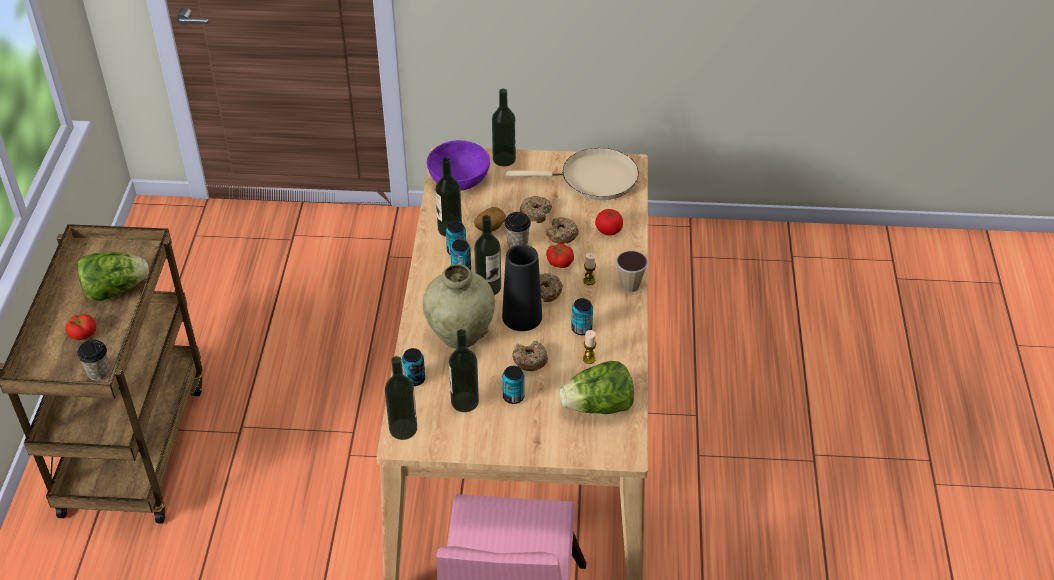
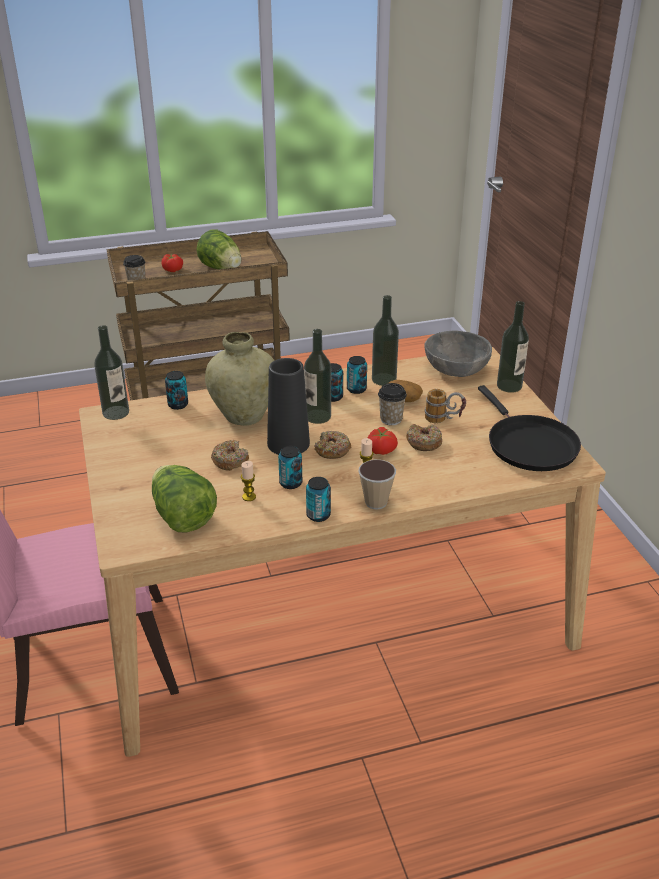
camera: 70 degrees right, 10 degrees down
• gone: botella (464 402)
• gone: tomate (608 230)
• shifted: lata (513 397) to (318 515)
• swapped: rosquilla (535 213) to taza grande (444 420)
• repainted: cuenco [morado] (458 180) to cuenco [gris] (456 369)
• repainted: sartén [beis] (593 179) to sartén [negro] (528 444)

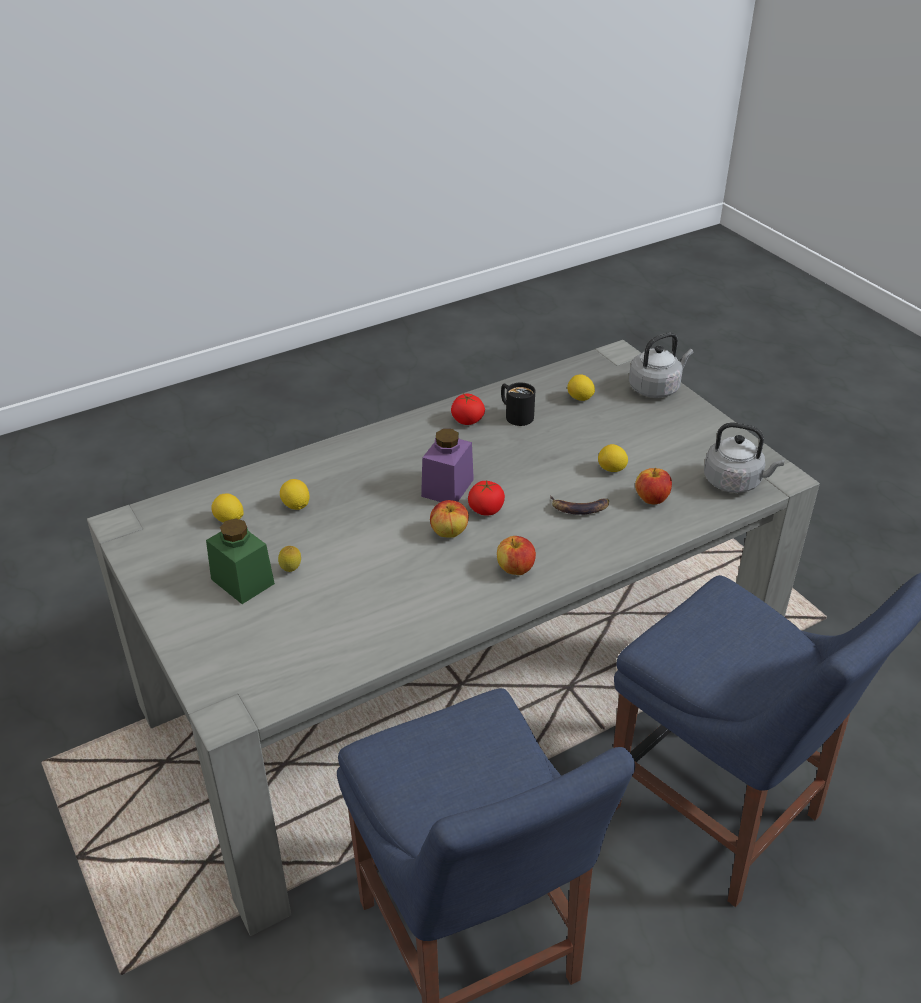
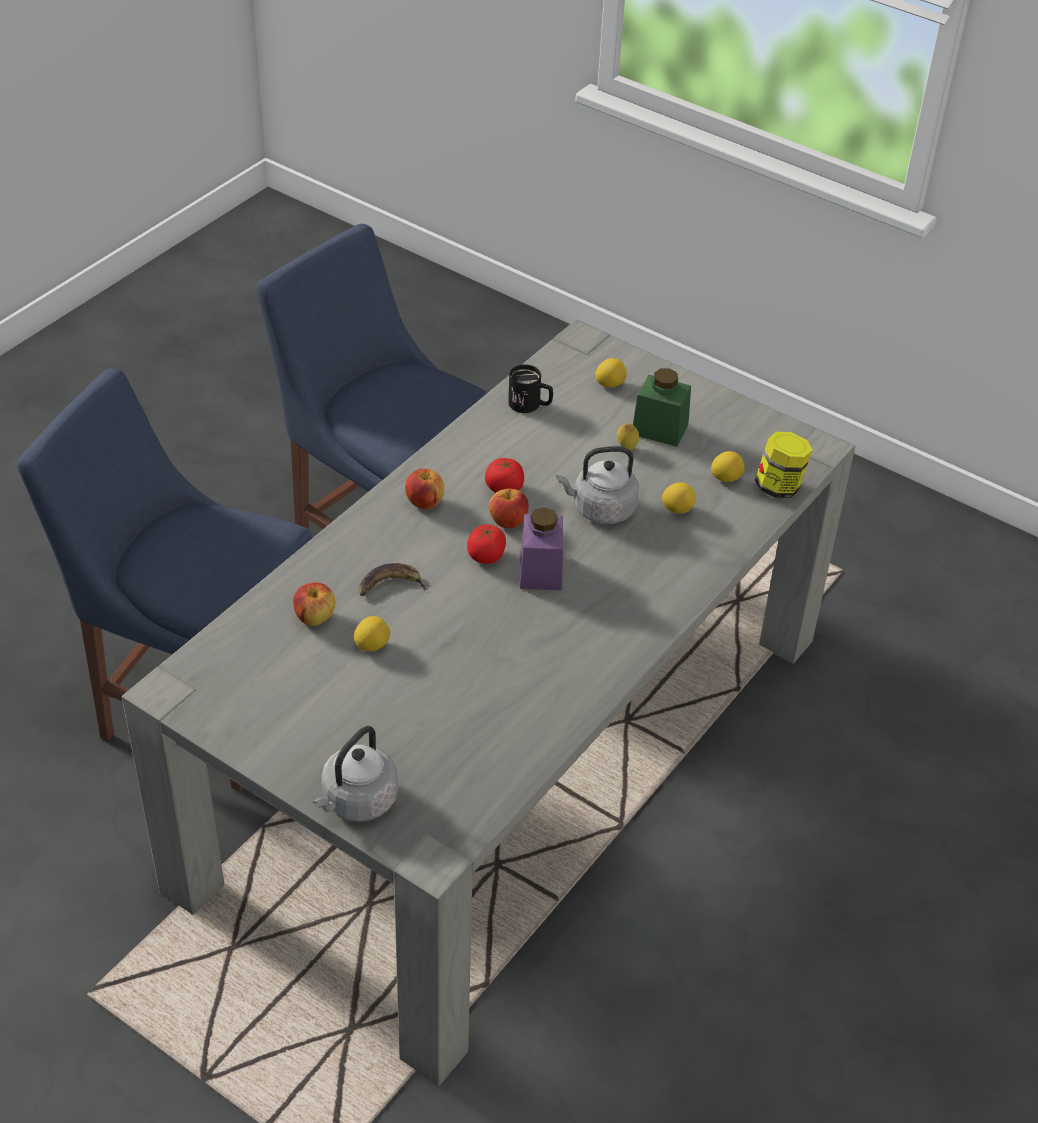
camera: 155 degrees right, 5 degrees up
• new: tarro (779 487)
• shifted: tomate (467 420) to (504 488)
• shifted: taza grande [negro] (515 415) to (530 405)
• shifted: limón (580 398) to (610 384)
• shifted: hervidor [gris] (735 482) to (600 509)

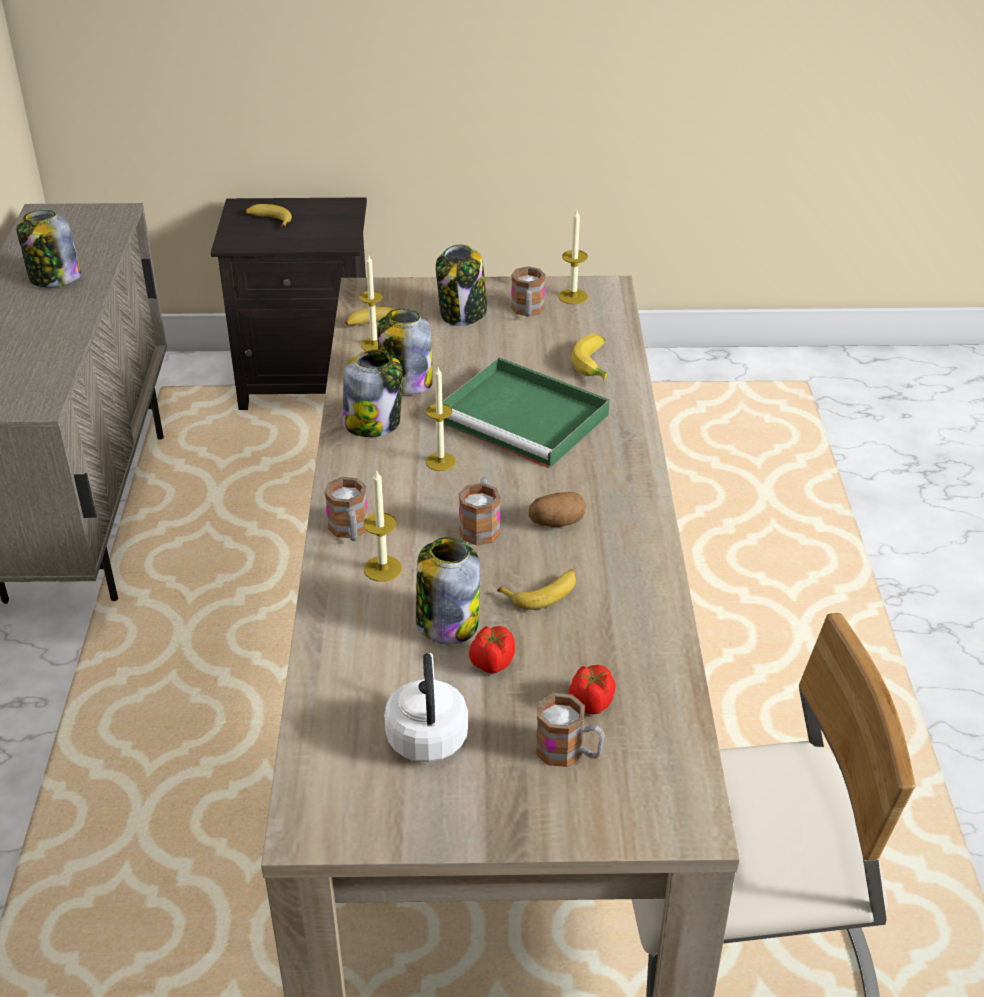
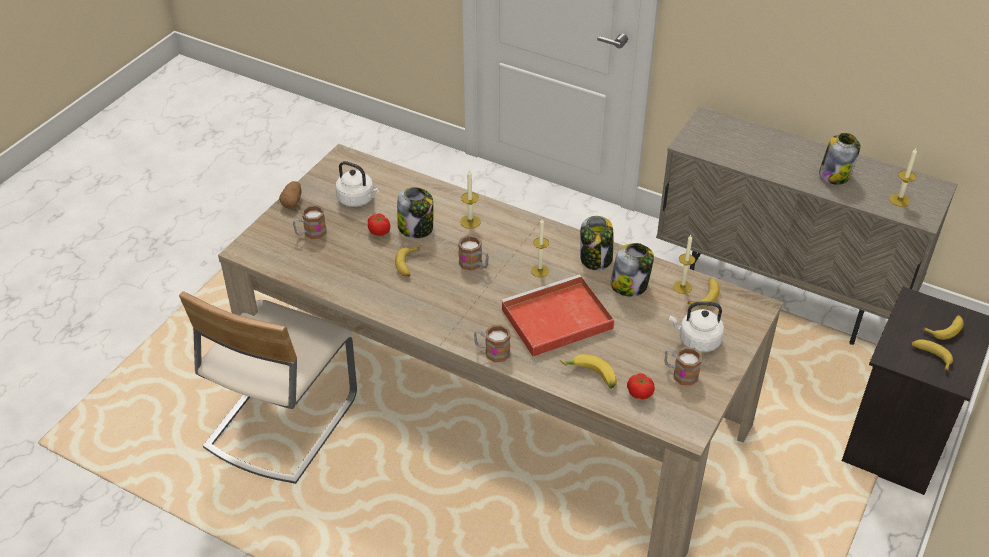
camera: 120 degrees right, 5 degrees up
• new: plátano (930 356)
• shifted: taza grande (350 531) to (492 352)
• shifted: patata (557 522) to (292 202)
• shifted: vela (573 296) to (899 200)
• shifted: tomate (590 703) to (639 393)
• swapped: tarro (463 313) to hervidor [blanco] (697 341)
• repainted: bandeja [verde] (526 419) to bandeja [rojo] (555 320)

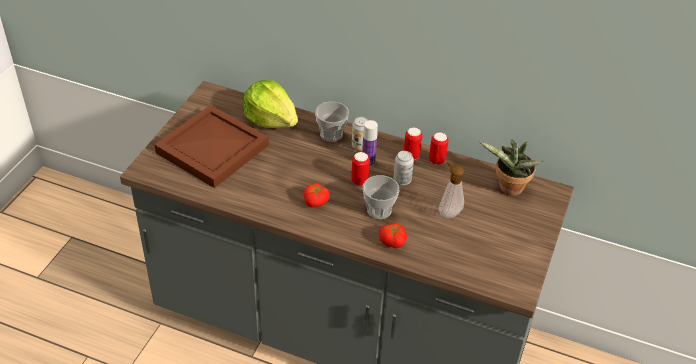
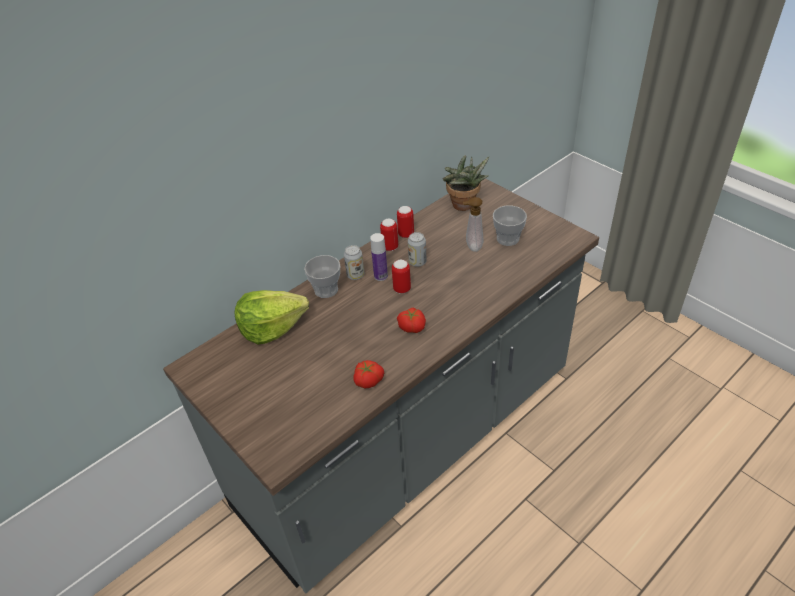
camera: 60 degrees left, 0 degrees up
• gone: bandeja [marrón] (212 150)
• shifted: taza (379 210) to (507 239)
• shifted: tomate (393 241) to (368 380)

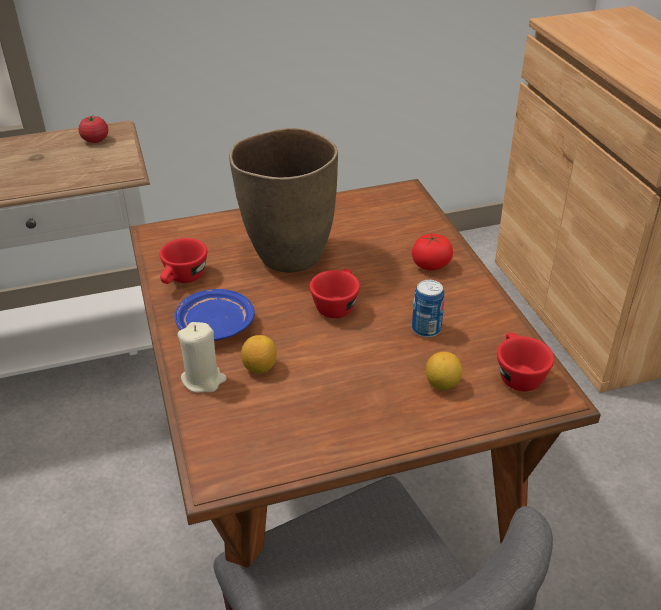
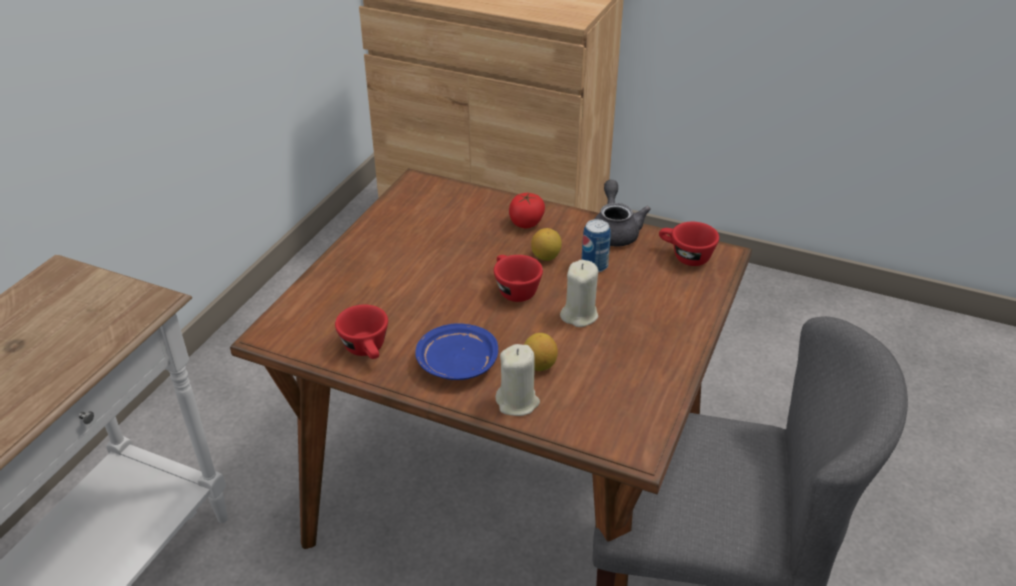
camera: 50 degrees left, 0 degrees up
• gone: tomate (95 140)
• gone: florero [marrón] (288 256)
• new: vela [beis] (579 315)
• new: tetera [gris] (615 231)
• shifted: limón (442 384) to (546 257)

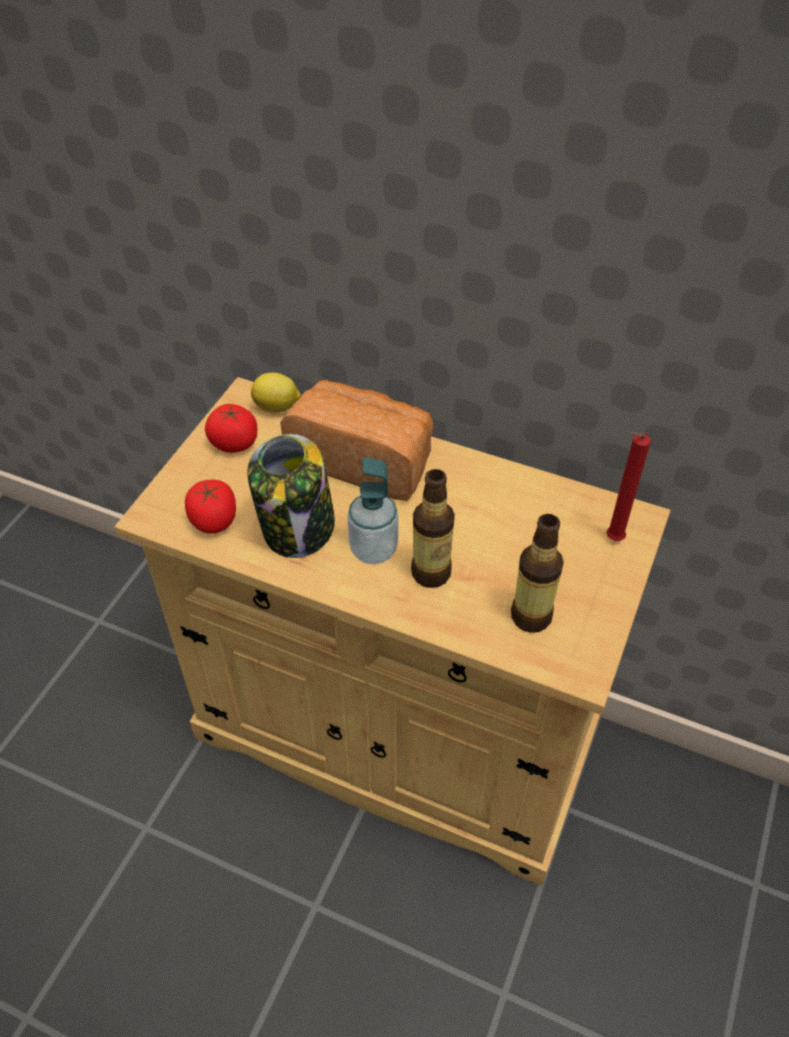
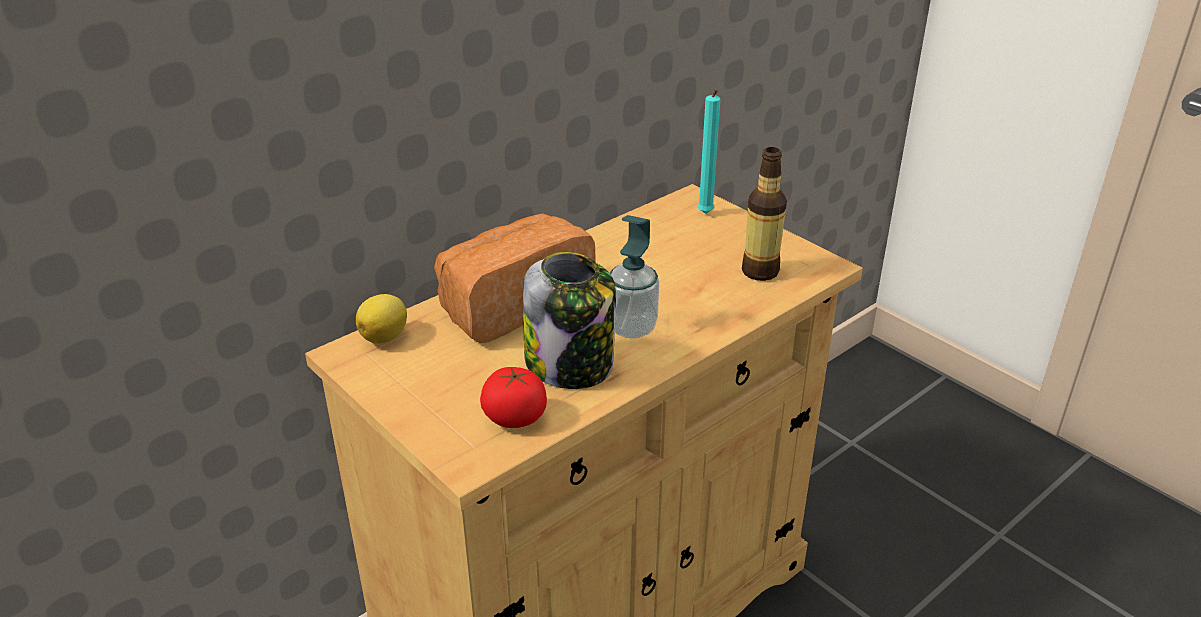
camera: 65 degrees left, 15 degrees down
• gone: tomate (234 443)
• gone: botella (431 573)
• repainted: vela [rojo] (611 540) to vela [turquesa] (705 215)

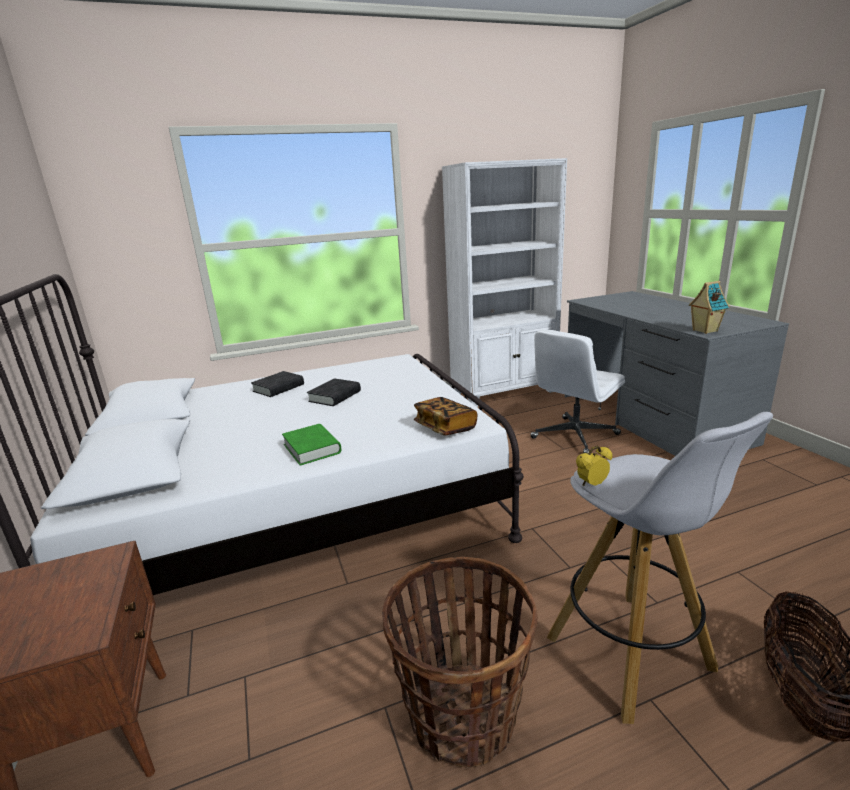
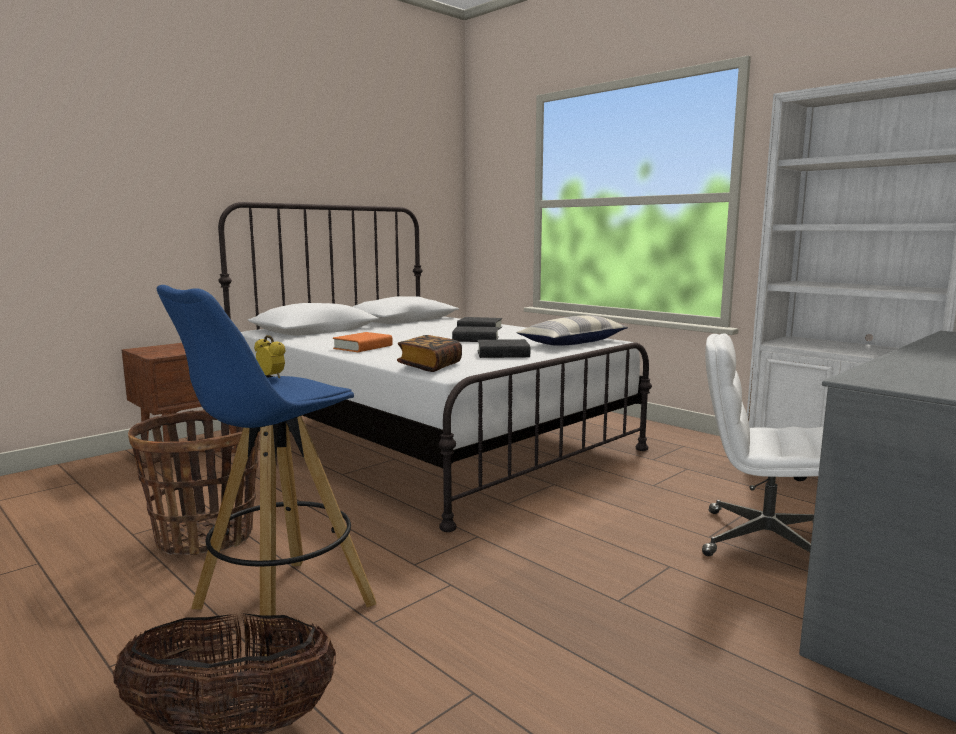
camera: 65 degrees right, 10 degrees down
• gone: casita (704 331)
• new: libro [negro] (503 354)
• new: cojín (573 342)
• repainted: libro [verde] (312 448) to libro [naranja] (363 347)
• repainted: taburete [blanco] (631 655) to taburete [azul] (281 607)

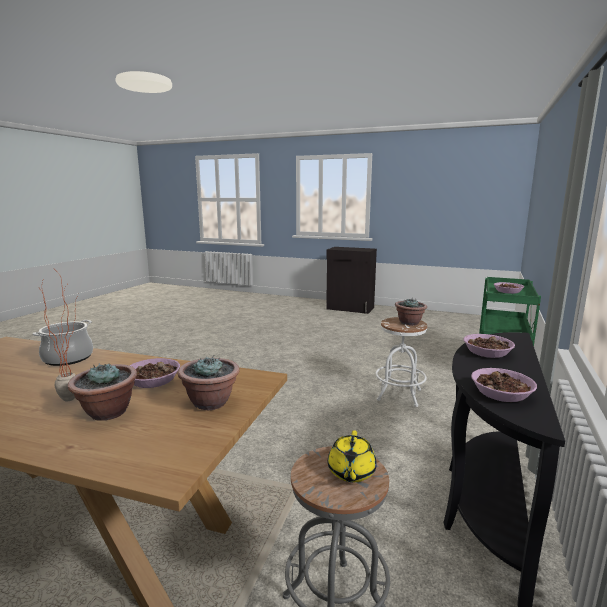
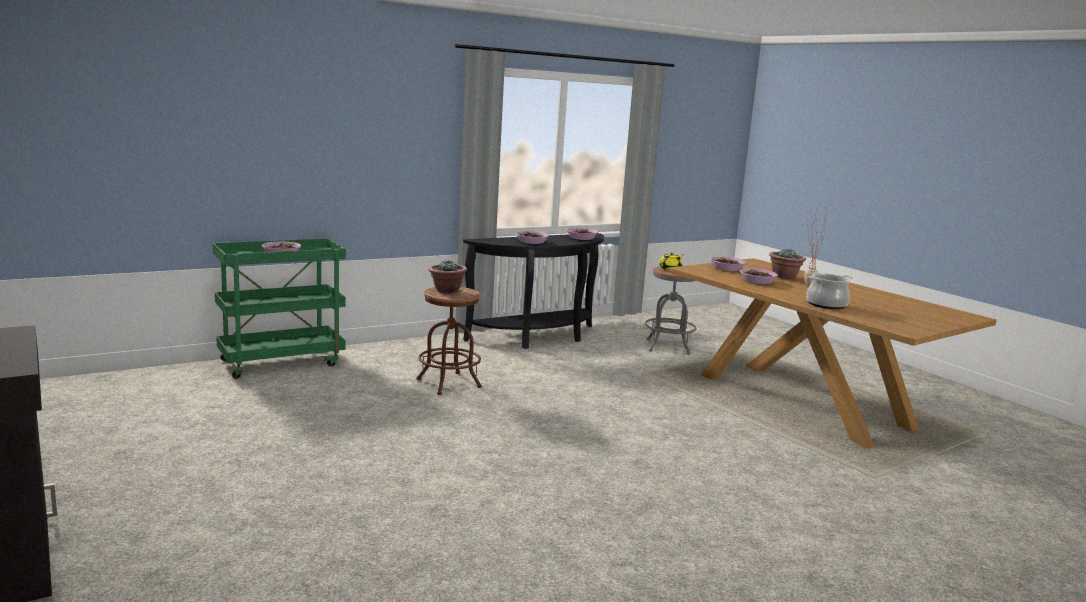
camera: 145 degrees left, 0 degrees up
• swapped: planta en maceta (211 402) to cuenco (726 268)
• repainted: taburete [blanco] (399 395) to taburete [marrón] (448 383)

